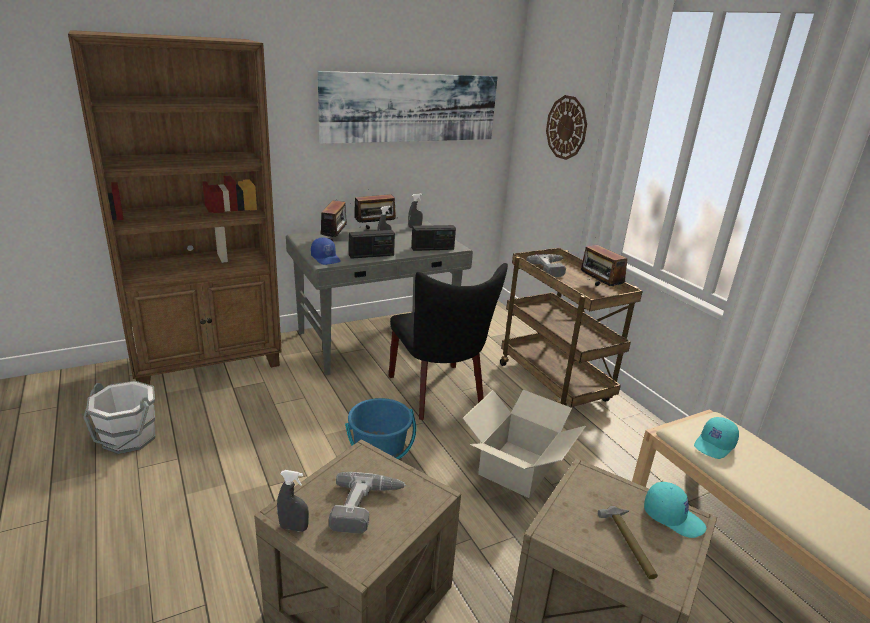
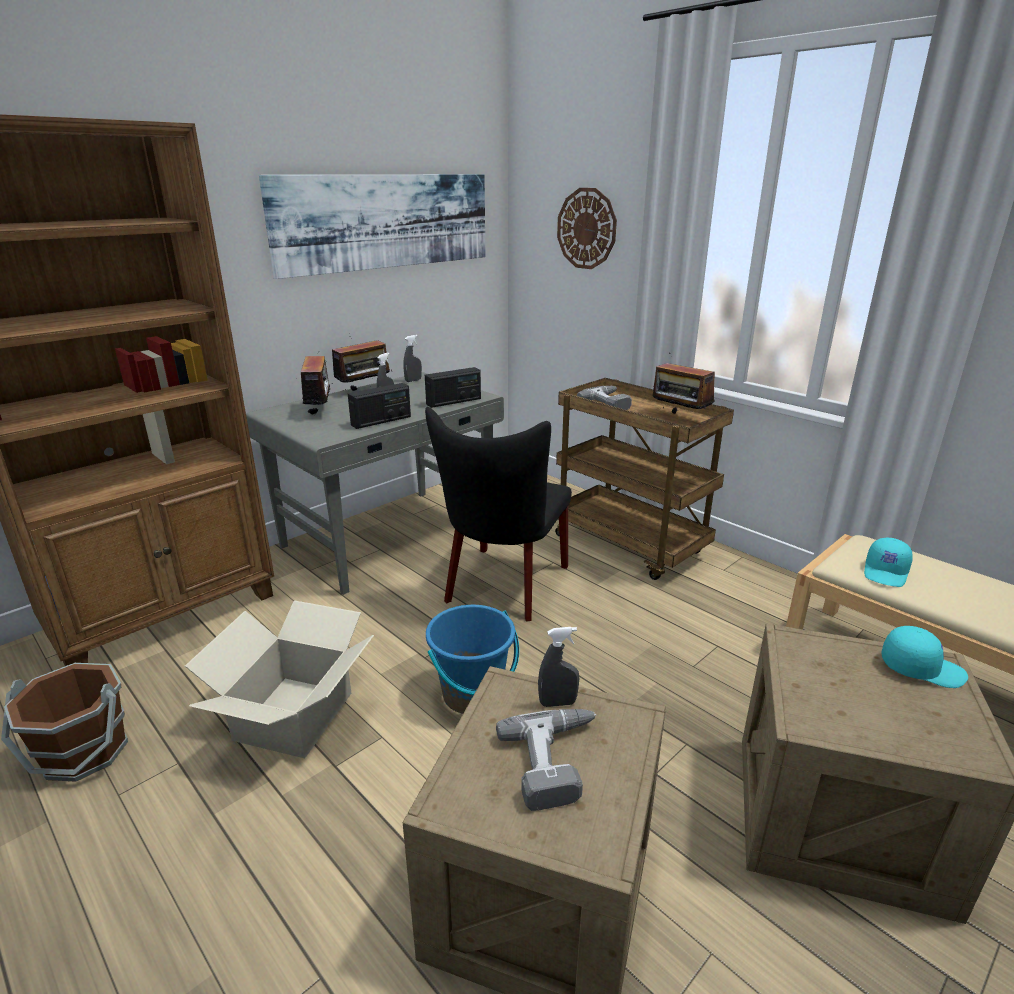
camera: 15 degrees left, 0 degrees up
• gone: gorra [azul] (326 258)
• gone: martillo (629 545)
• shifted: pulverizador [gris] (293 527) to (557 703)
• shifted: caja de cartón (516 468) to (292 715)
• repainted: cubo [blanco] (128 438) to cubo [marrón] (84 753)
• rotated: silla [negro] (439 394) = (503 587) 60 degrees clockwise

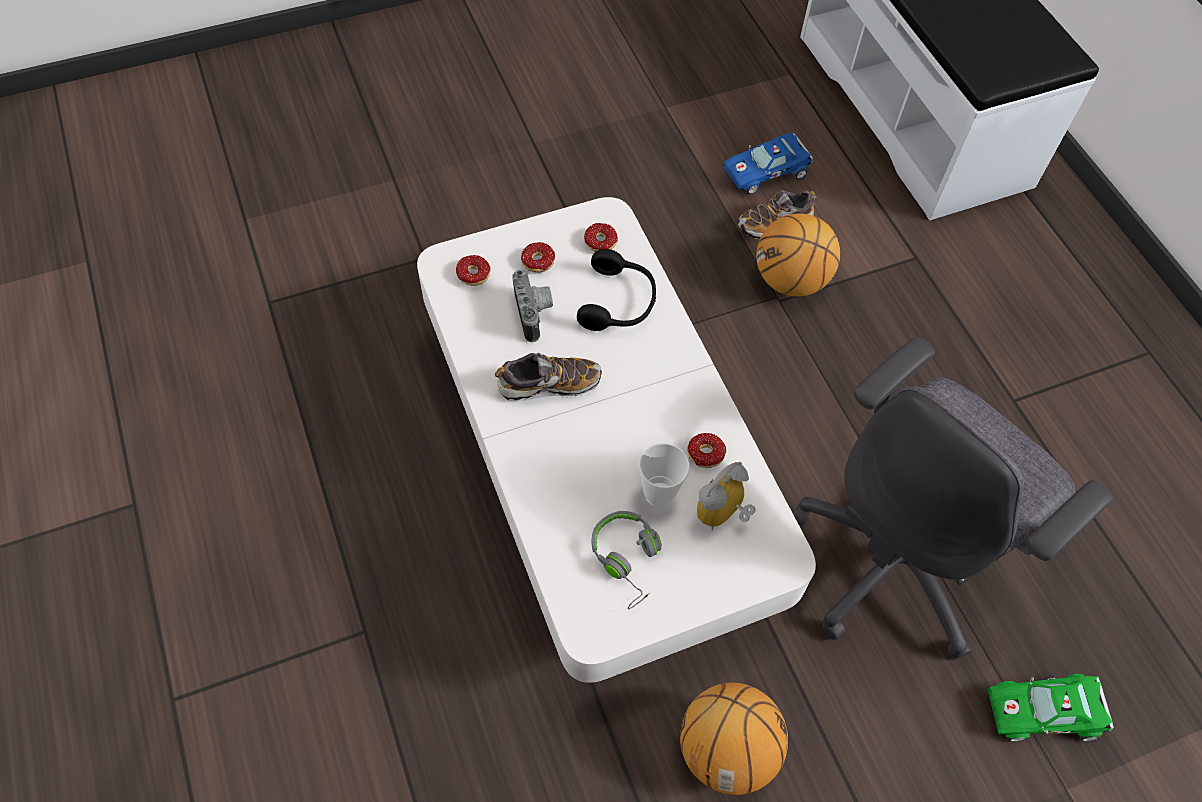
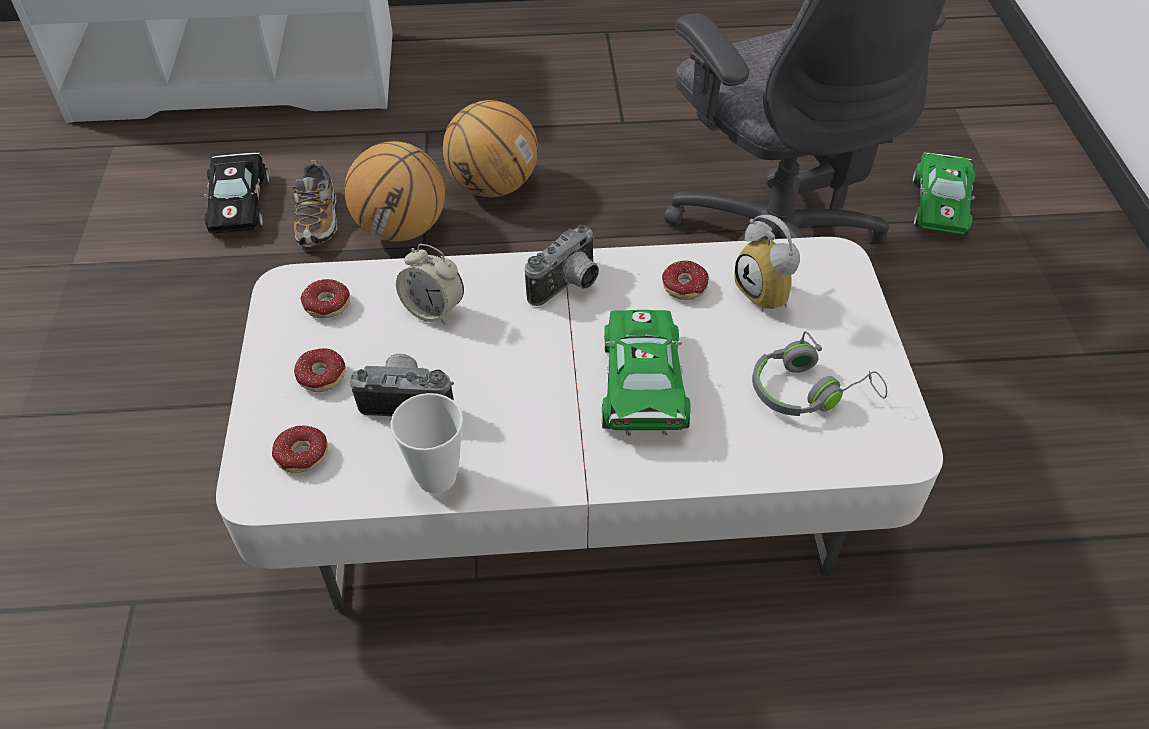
camera: 70 degrees left, 10 degrees down
• gone: zapato (548 384)
• new: cámara (568 286)
• new: coche de juguete [verde] (642 389)
• shifted: taza (659 495) to (436 476)
• shifted: balón de baloncesto (726 749) to (492 186)
• swapped: auriculares [negro] (619 302) to despertador (433 310)
• repainted: coche de juguete [azul] (768 170) to coche de juguete [negro] (239 203)

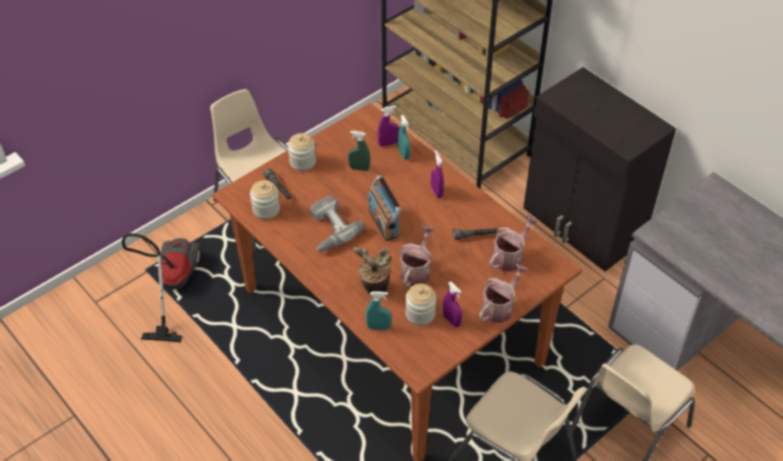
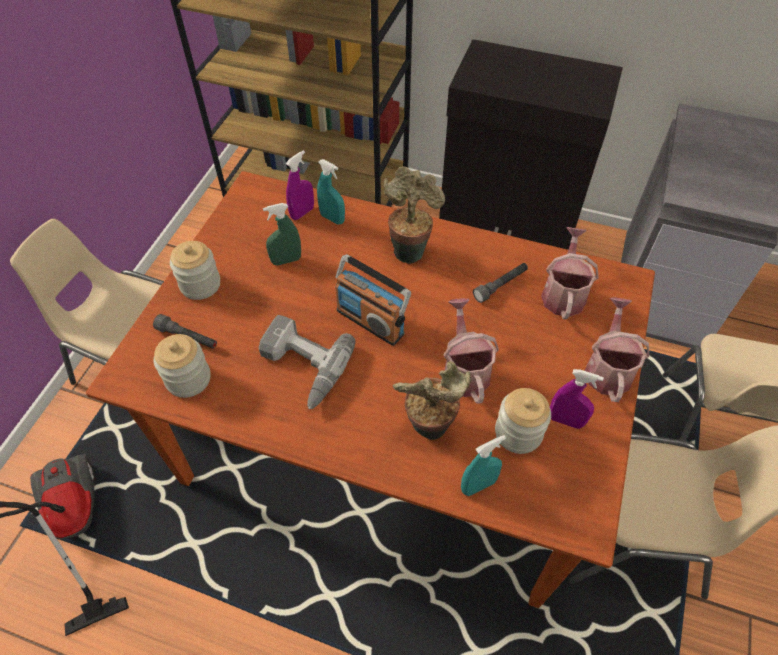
camera: 30 degrees left, 5 degrees up
• swapped: pulverizador [morado] (436 192) to planta en maceta (409 249)

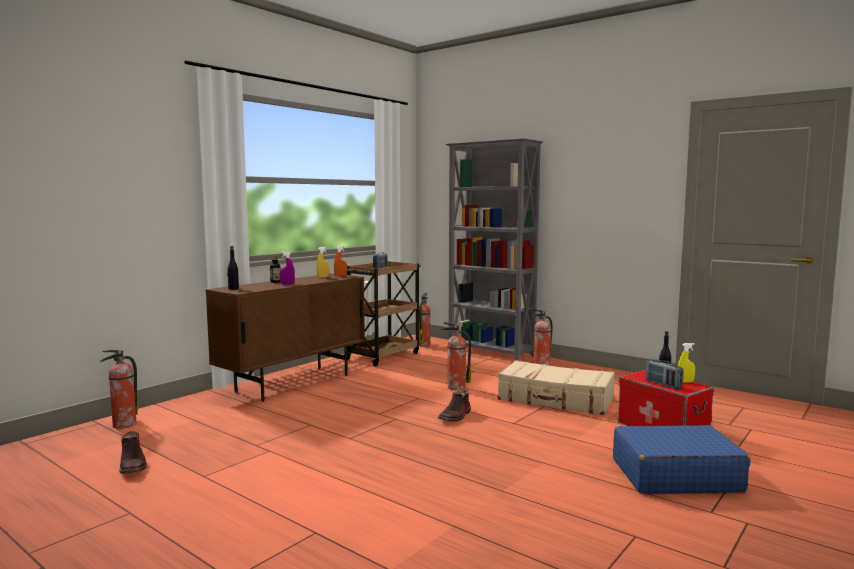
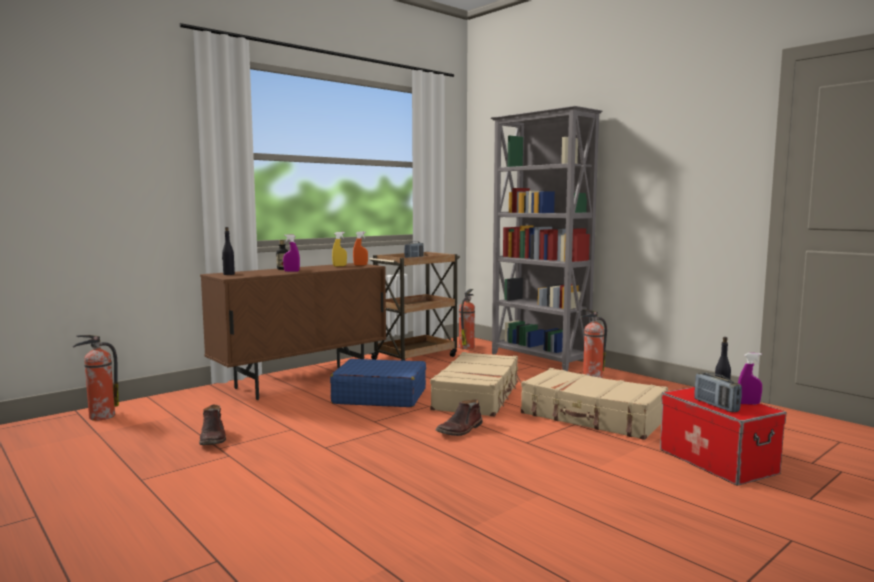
camera: 10 degrees right, 0 degrees up
• shifted: bota [marrón] (133 465) to (213 438)
• shifted: maleta [azul] (675 475) to (379 396)
• swapped: extintor (455 387) to maleta [beis] (478 396)
• repainted: pulverizador [amarillo] (685 382) to pulverizador [morado] (748 403)

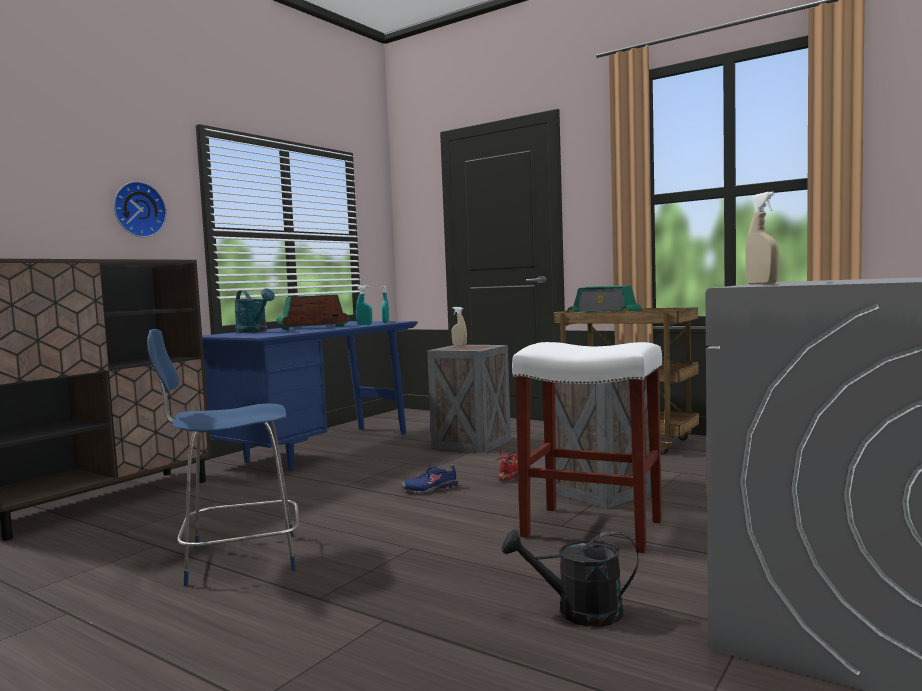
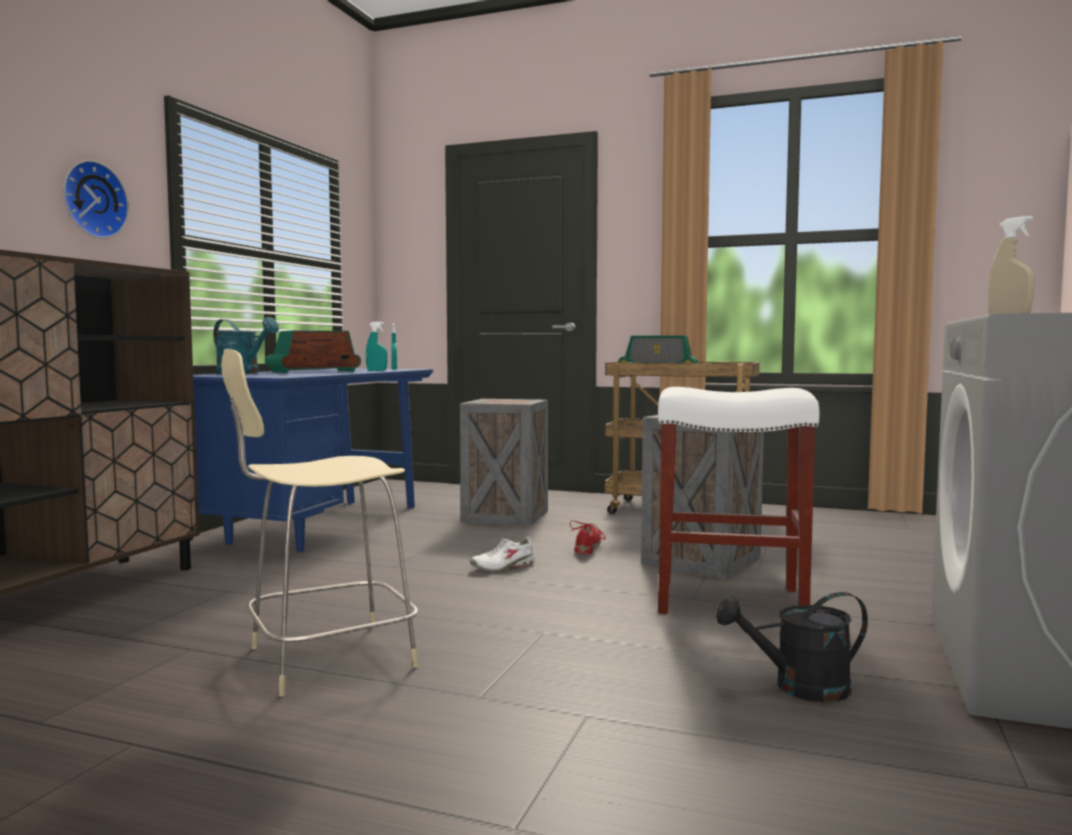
camera: 15 degrees left, 0 degrees up
• gone: pulverizador [beis] (459 345)
• repainted: taburete [azul] (237 559) to taburete [beis] (325 658)
• repainted: zapato [azul] (430 489) to zapato [blanco] (503 567)

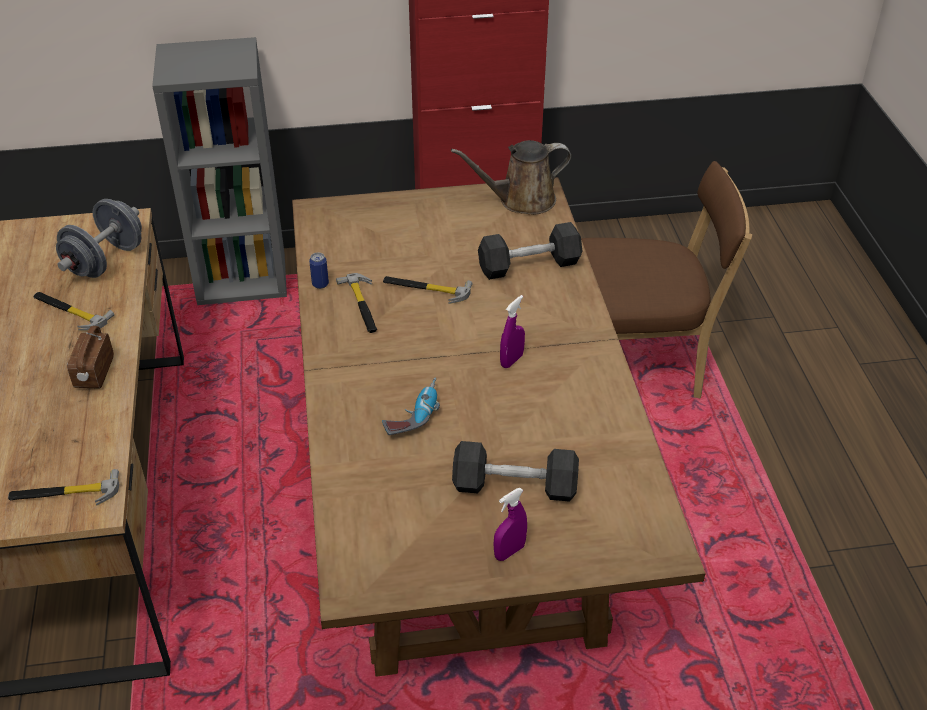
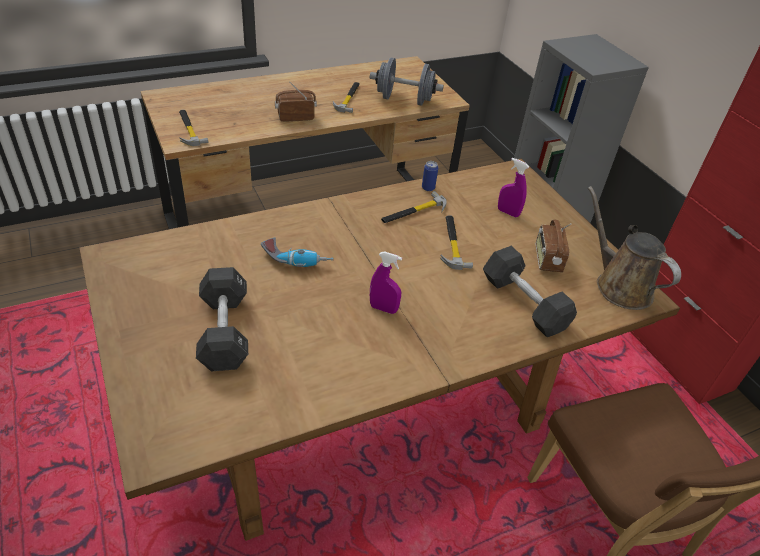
camera: 70 degrees right, 0 degrees up
• new: radio (547 259)
• shifted: pulverizador [morado] (509 552) to (508 212)

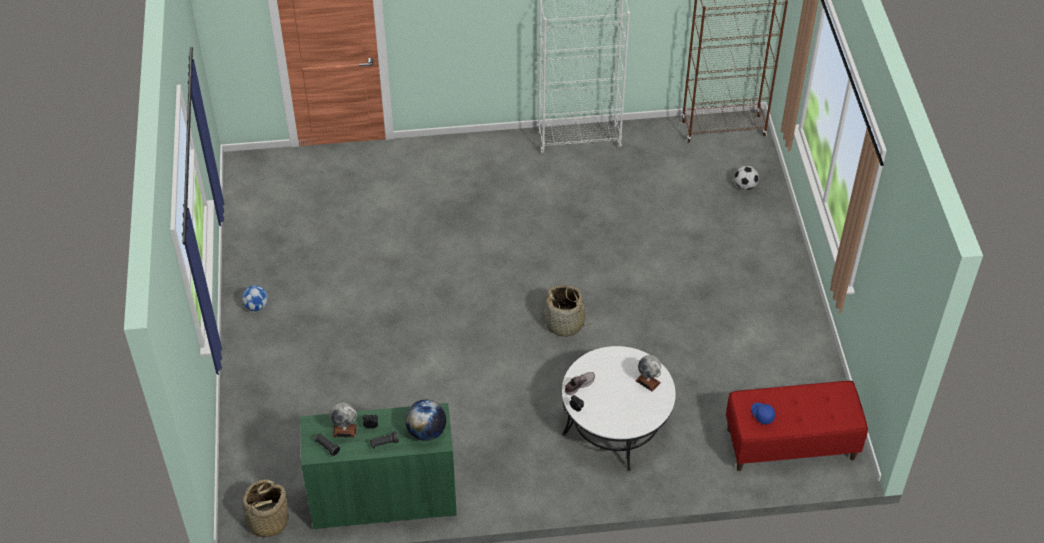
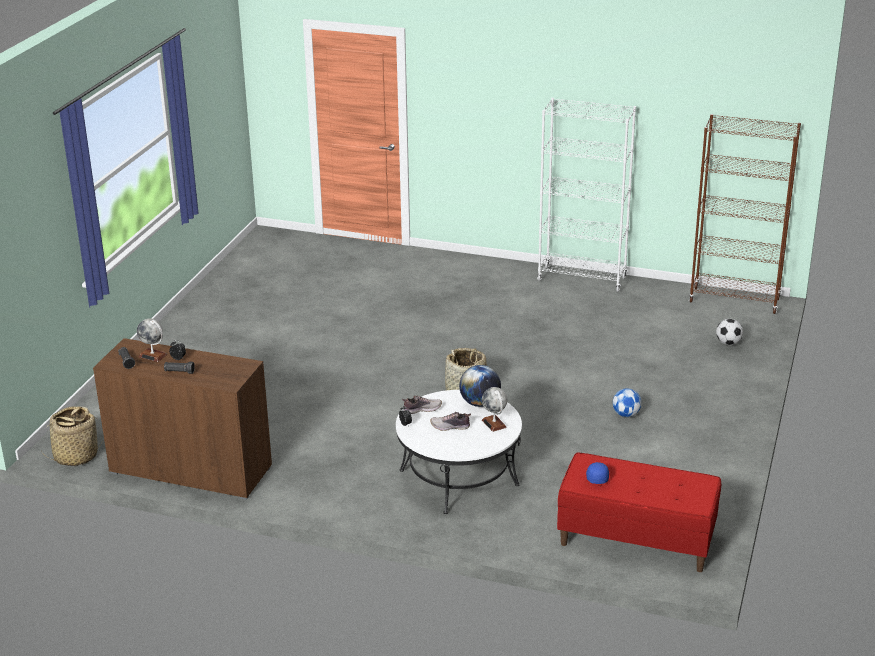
camera: 25 degrees right, 20 degrees down
• new: zapato (450 427)
• shifted: balón de fútbol (256 306) to (626 414)
• shifted: globo terráqueo (426 431) to (480 403)
• repainted: armario [verde] (383 499) to armario [marrón] (191 469)

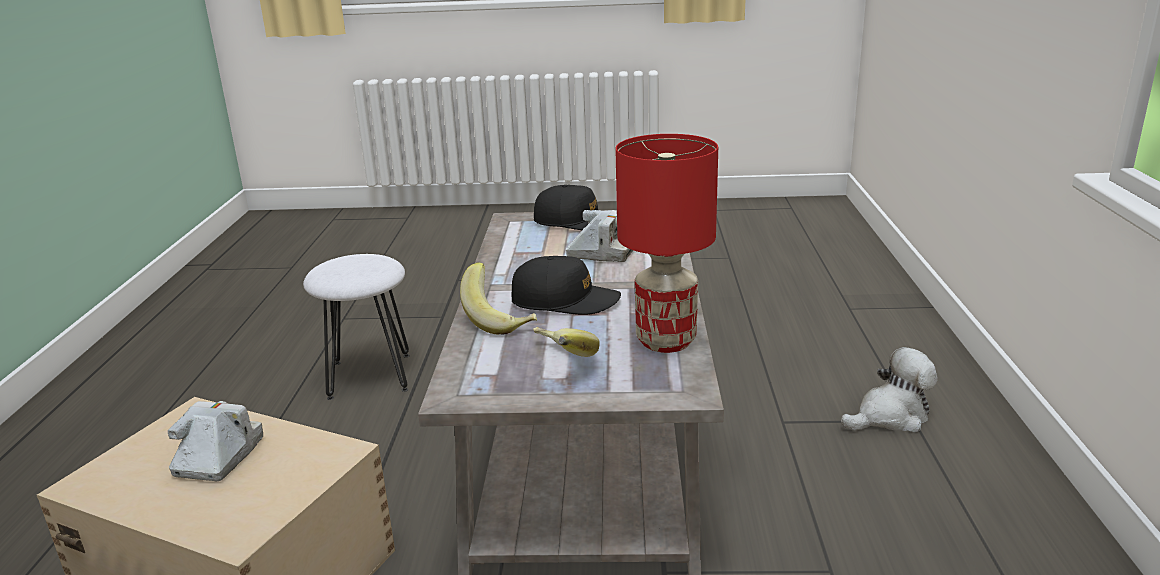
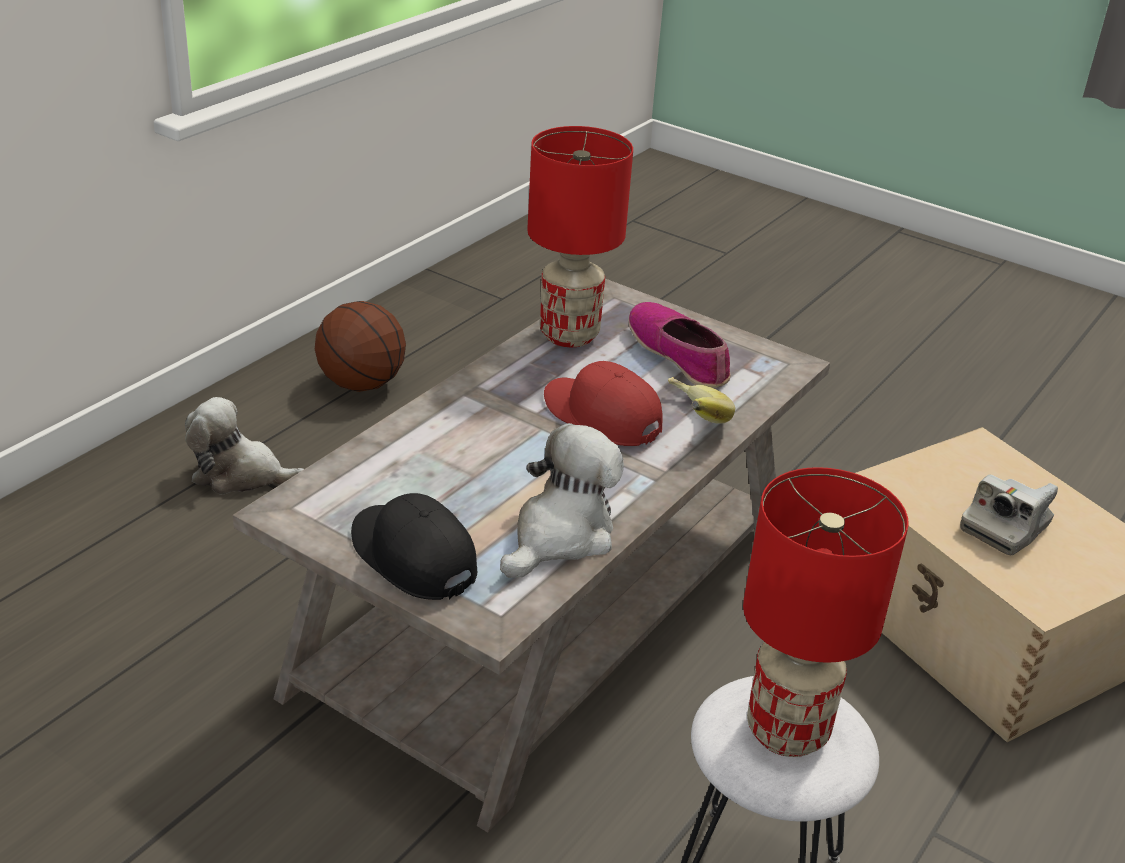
camera: 150 degrees left, 10 degrees up
• gone: cámara (601 253)
• new: balón de baloncesto (362 384)
• new: peluche (560 535)
• new: lámpara de mesa [rojo] (786 733)
• swapped: plátano (560 362) to zapato (679 355)
• repainted: gorra [negro] (565 301) to gorra [rojo] (601 416)

